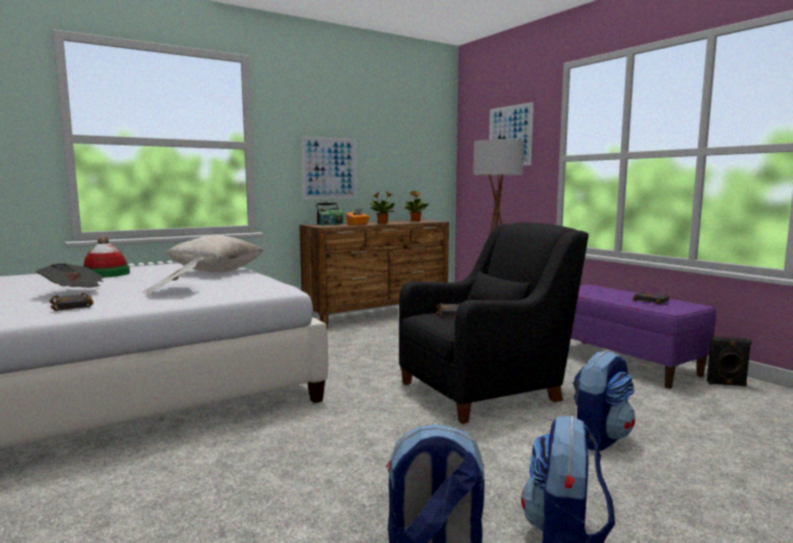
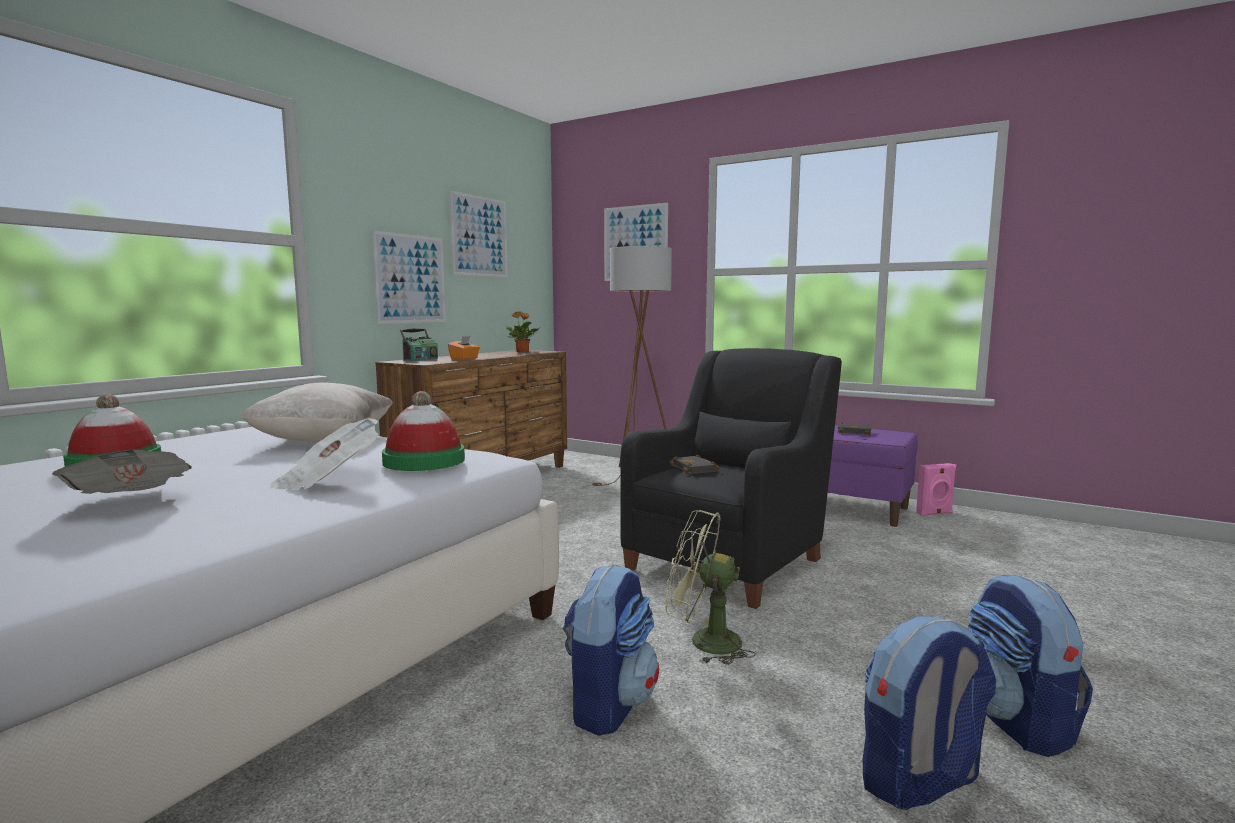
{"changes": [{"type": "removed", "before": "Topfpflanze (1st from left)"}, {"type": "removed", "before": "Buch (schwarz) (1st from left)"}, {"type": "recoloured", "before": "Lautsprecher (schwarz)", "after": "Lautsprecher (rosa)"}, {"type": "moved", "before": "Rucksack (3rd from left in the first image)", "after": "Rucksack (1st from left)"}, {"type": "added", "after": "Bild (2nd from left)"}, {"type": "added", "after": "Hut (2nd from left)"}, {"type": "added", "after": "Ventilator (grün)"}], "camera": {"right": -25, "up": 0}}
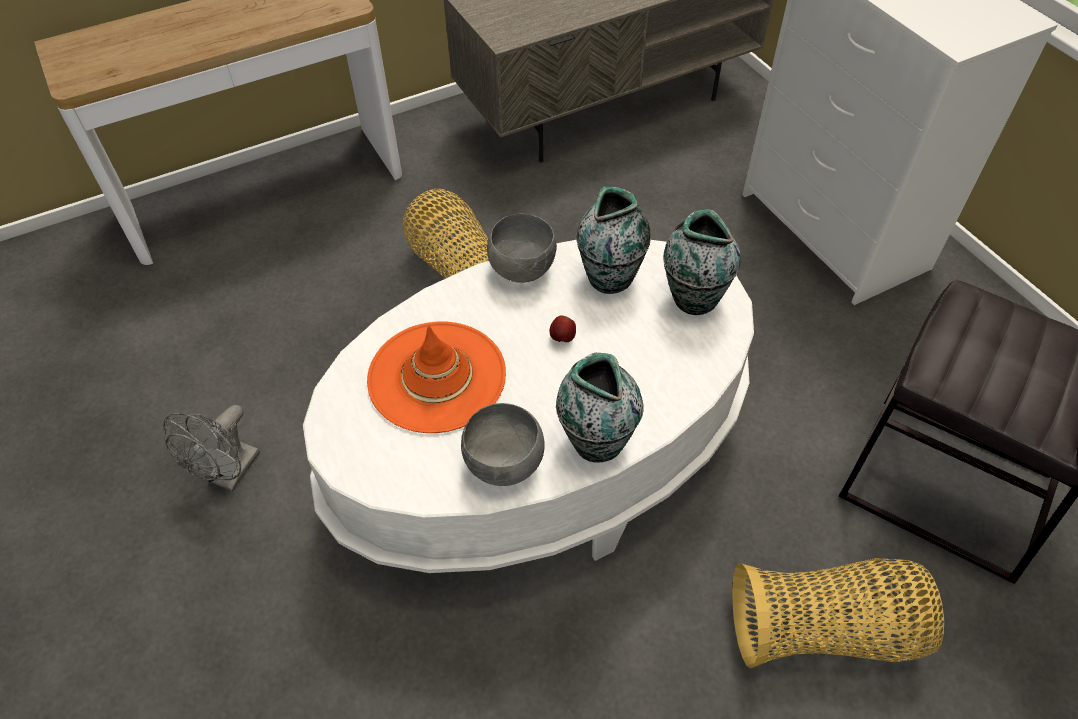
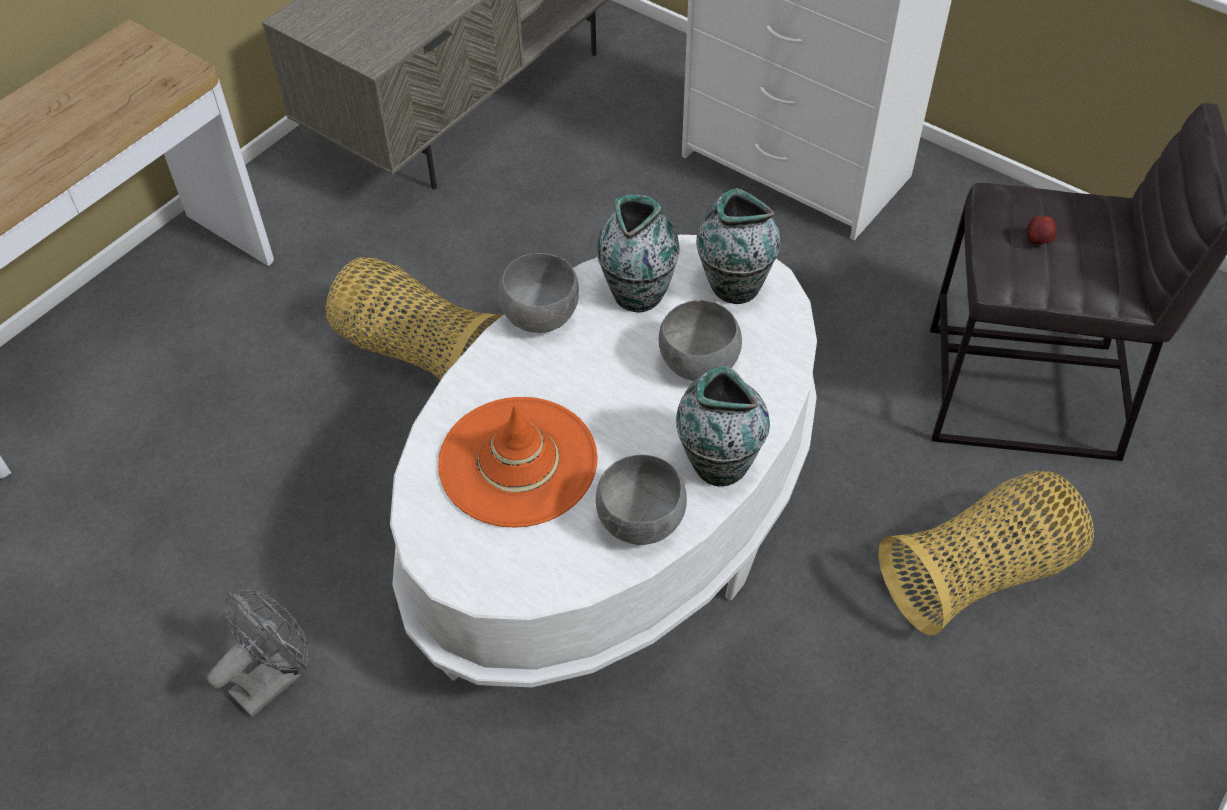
{"changes": [{"type": "moved", "before": "Apfel"}, {"type": "turned", "before": "Ventilator (grau)", "turn": -135}, {"type": "added", "after": "Schüssel (grau) (3rd from left)"}], "camera": {"right": -25, "up": 0}}
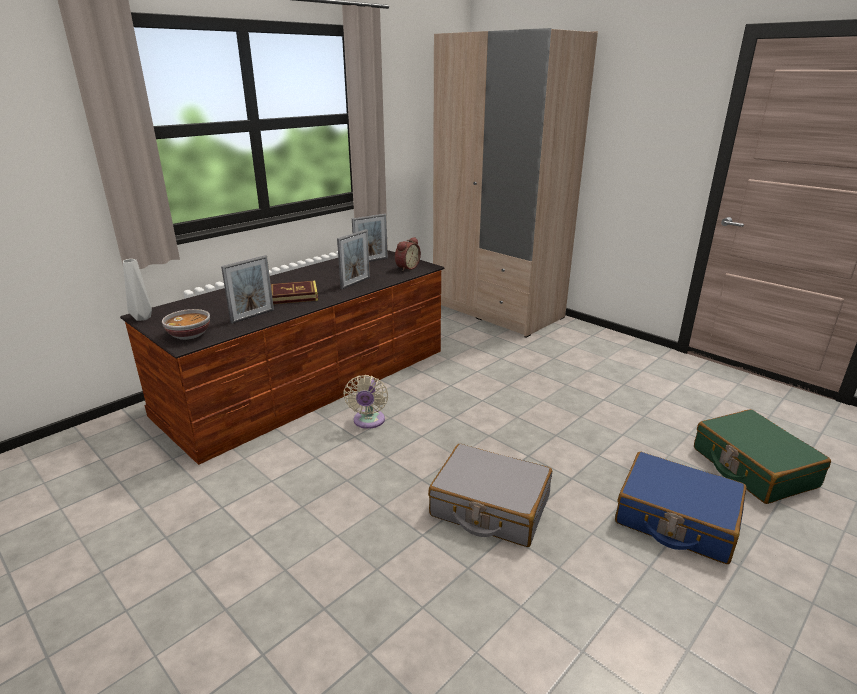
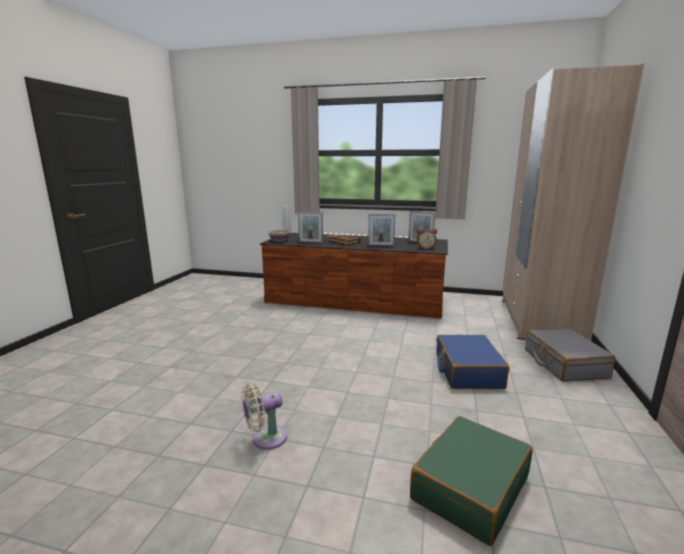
{"changes": [{"type": "moved", "before": "Ventilator (beige)"}, {"type": "moved", "before": "Koffer (grau)"}, {"type": "moved", "before": "Koffer (blau)"}], "camera": {"right": 60, "up": -10}}
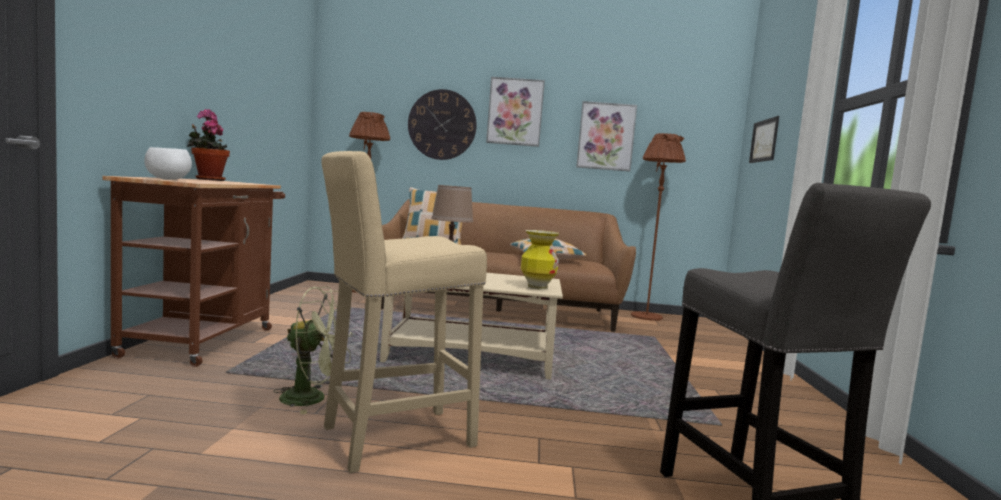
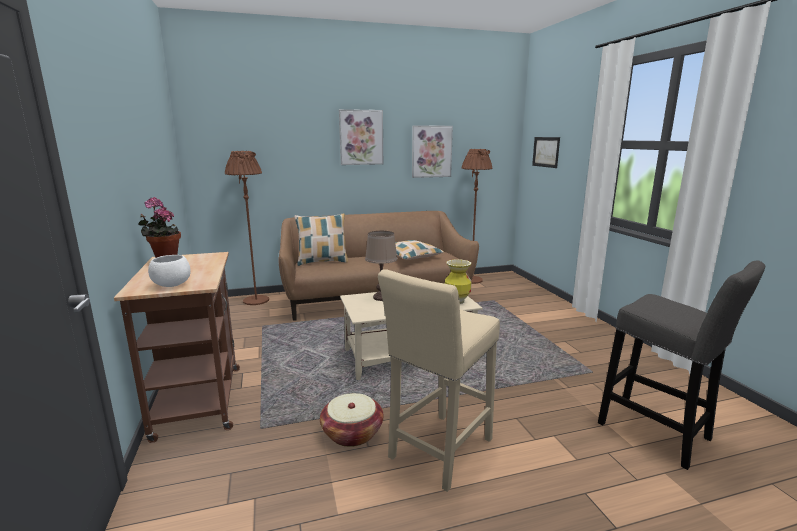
{"changes": [{"type": "removed", "before": "Wanduhr"}, {"type": "replaced", "before": "Ventilator (grün)", "after": "Korb"}], "camera": {"right": -20, "up": 10}}
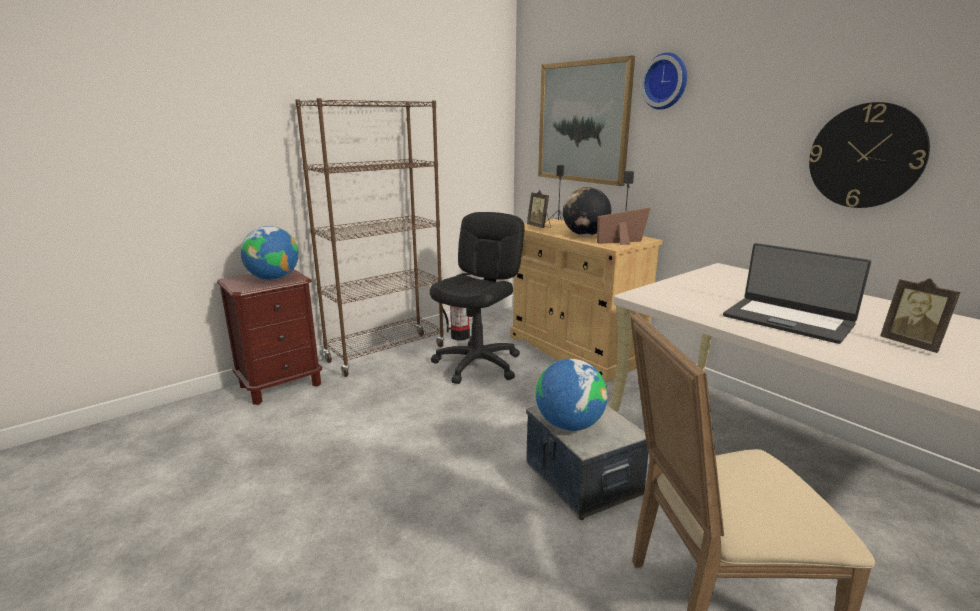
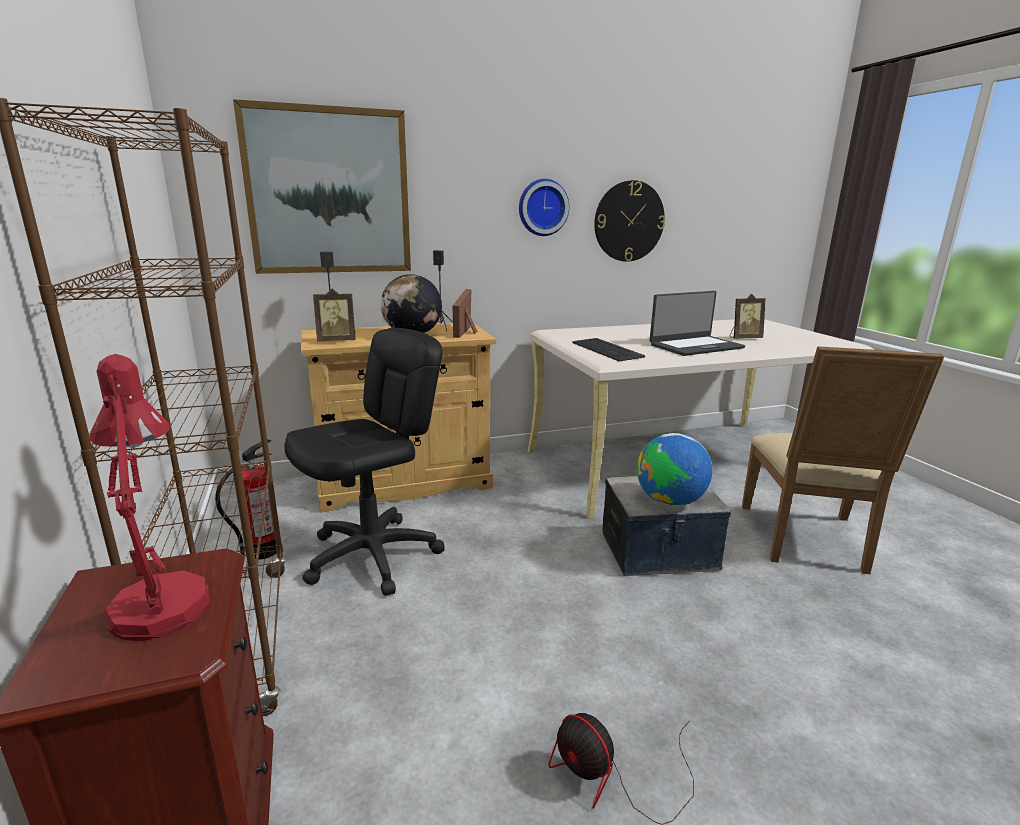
{"changes": [{"type": "moved", "before": "Wanduhr (1st from left)"}, {"type": "turned", "before": "Bürostuhl (schwarz)", "turn": 90}, {"type": "replaced", "before": "Globus (1st from left)", "after": "Tischlampe (rot)"}, {"type": "added", "after": "Tastatur"}, {"type": "added", "after": "Ventilator"}], "camera": {"right": -70, "up": 0}}
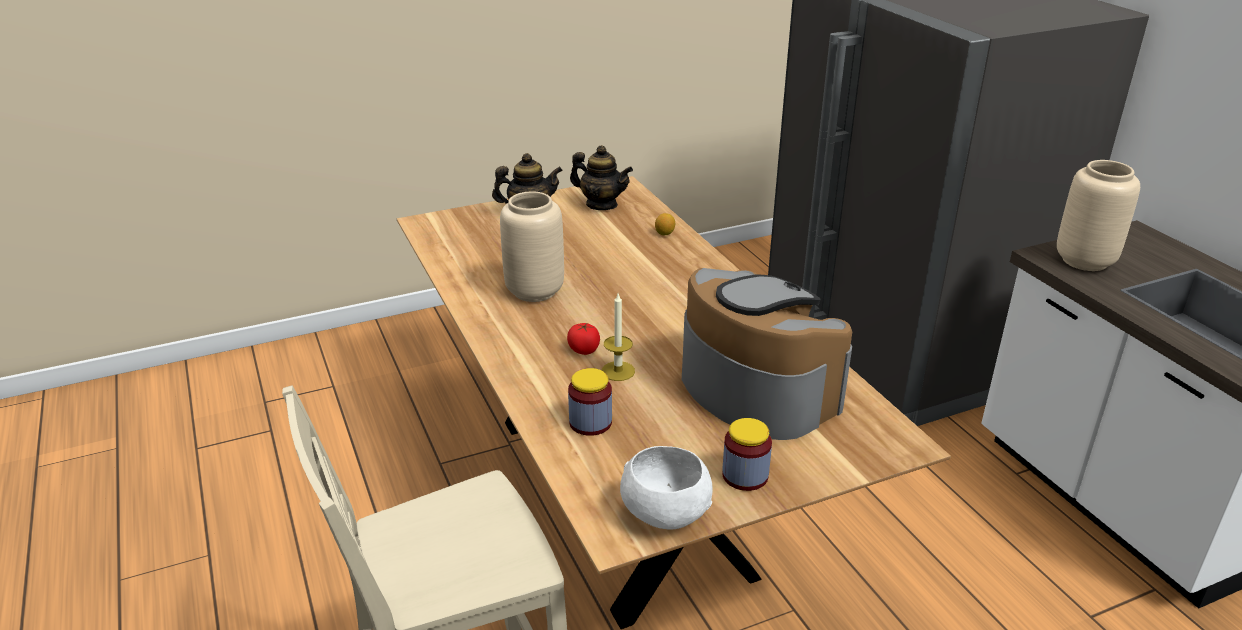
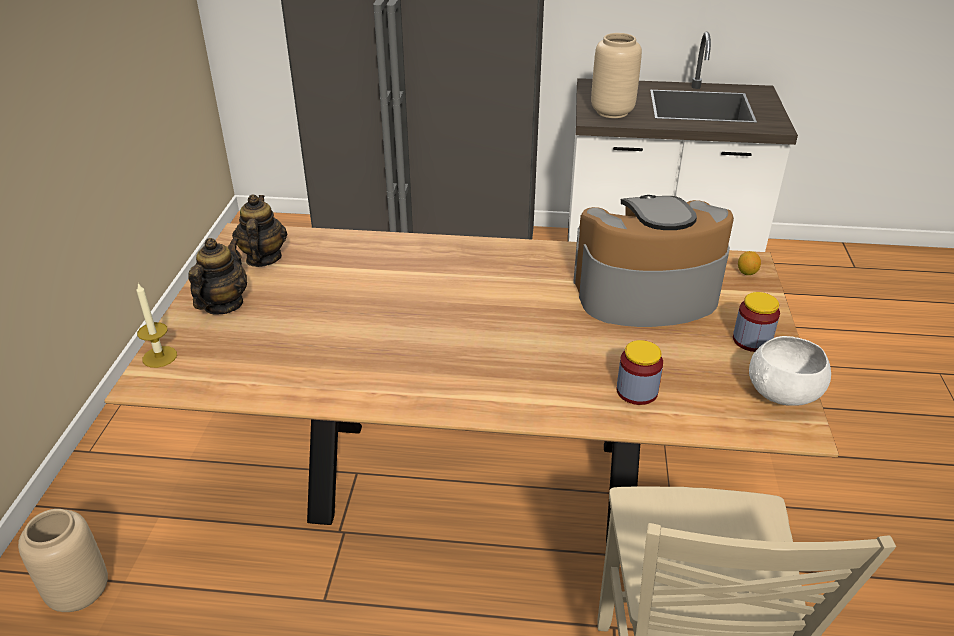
{"changes": [{"type": "turned", "before": "Teekanne (2nd from left)", "turn": -60}, {"type": "moved", "before": "Vase (beige) (1st from left)"}, {"type": "moved", "before": "Zitrone"}, {"type": "moved", "before": "Kerze"}, {"type": "removed", "before": "Tomate"}], "camera": {"right": -60, "up": 5}}
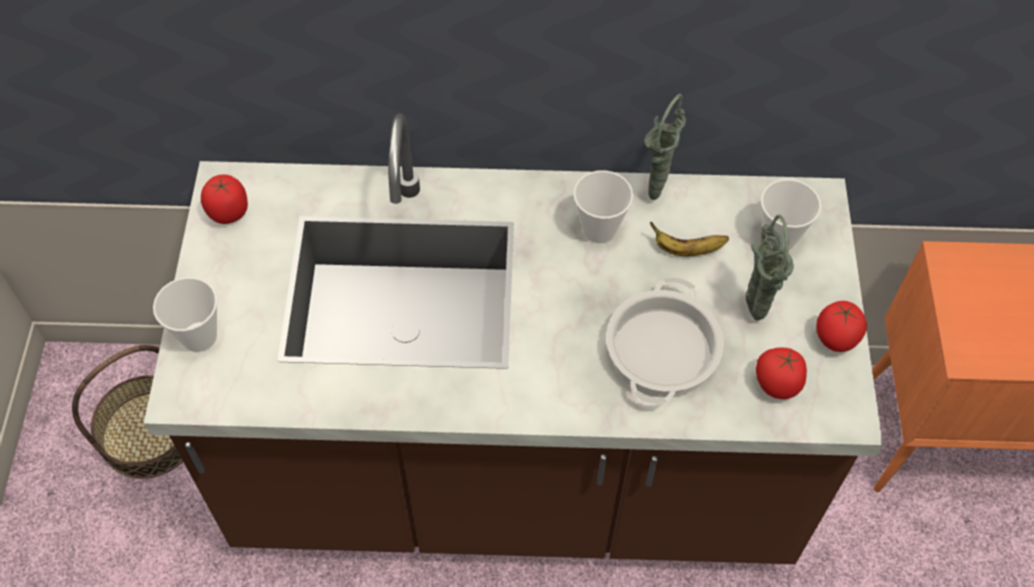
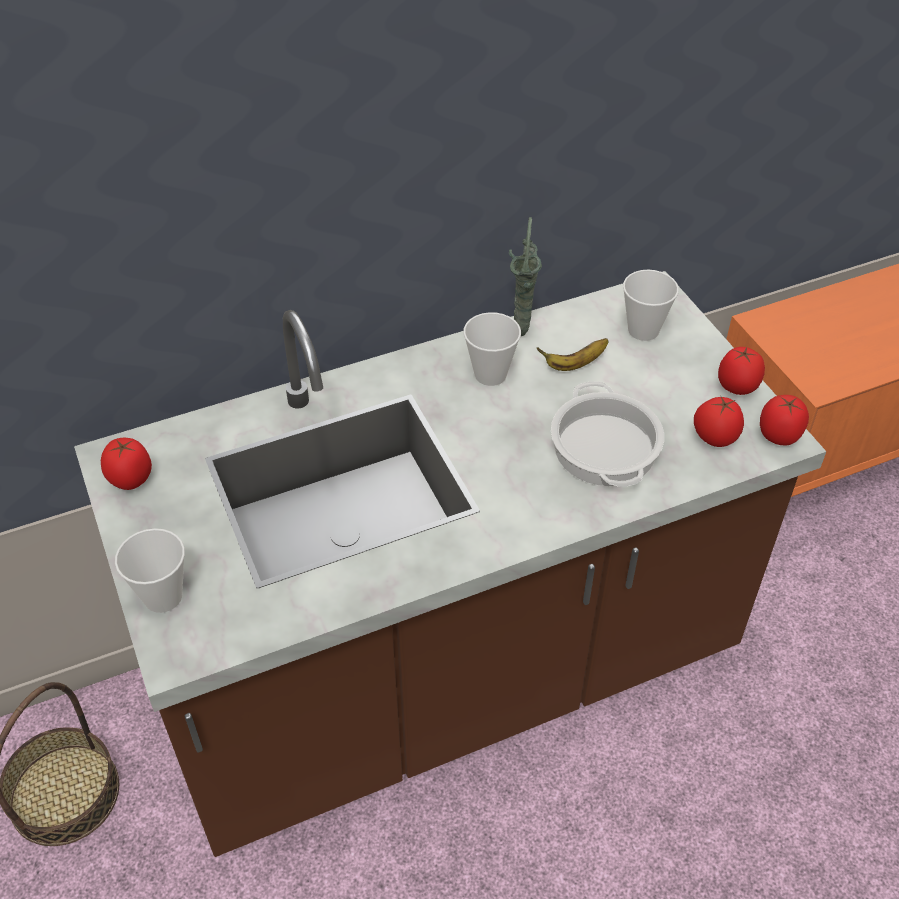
{"changes": [{"type": "removed", "before": "Vase (grün) (2nd from left)"}, {"type": "added", "after": "Tomate (4th from left)"}], "camera": {"right": -25, "up": -10}}
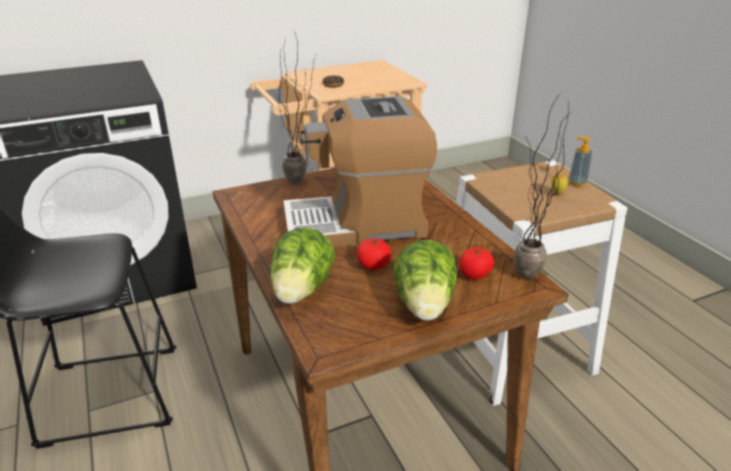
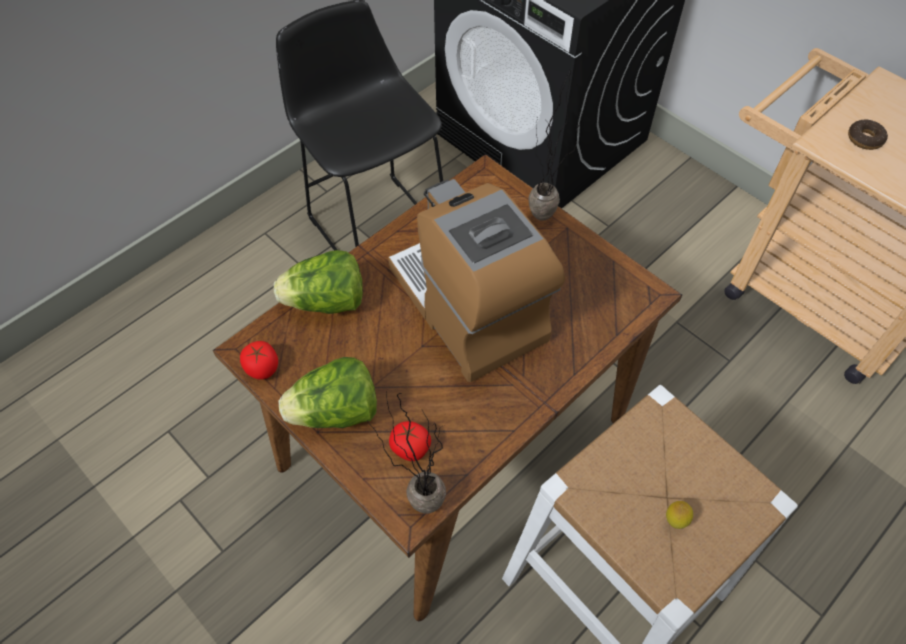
{"changes": [{"type": "removed", "before": "Seifenspender"}, {"type": "moved", "before": "Tomate (1st from left)"}], "camera": {"right": 70, "up": 25}}
